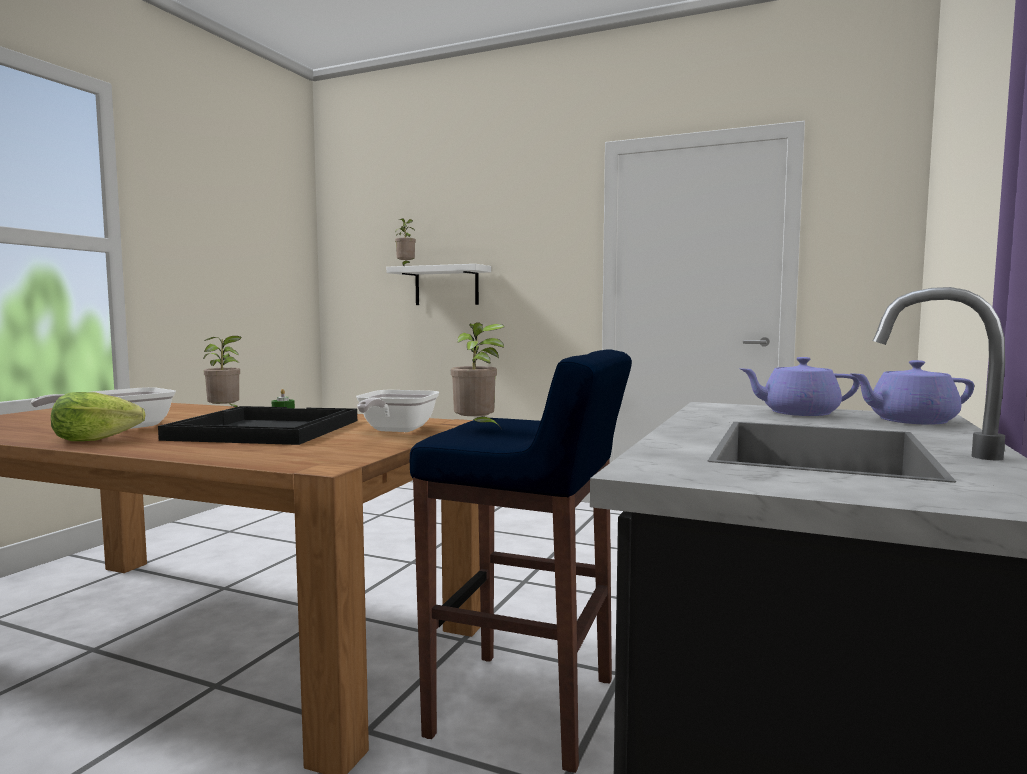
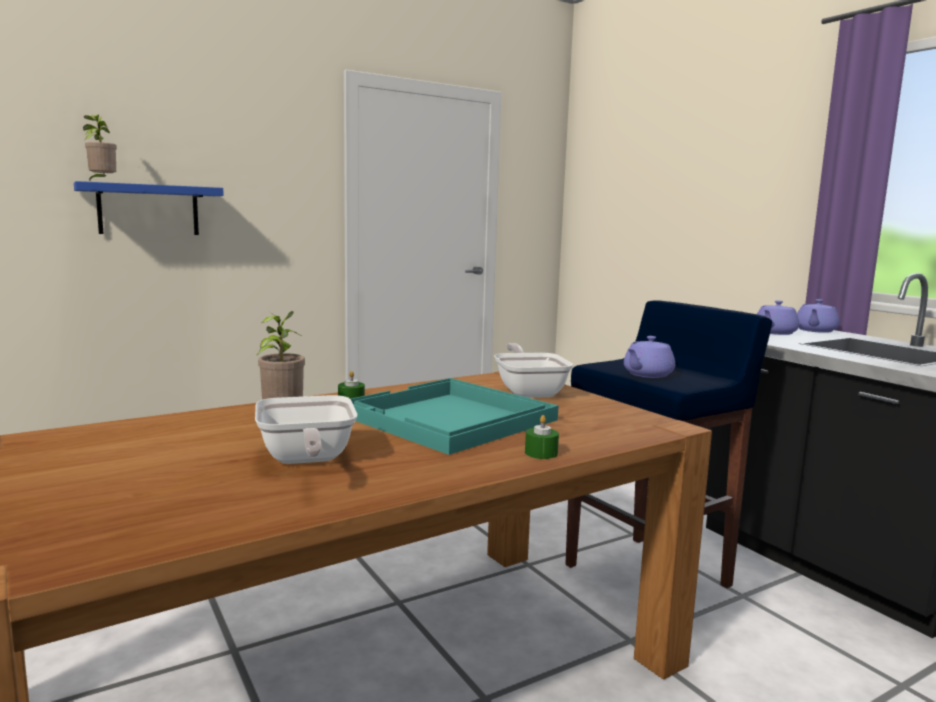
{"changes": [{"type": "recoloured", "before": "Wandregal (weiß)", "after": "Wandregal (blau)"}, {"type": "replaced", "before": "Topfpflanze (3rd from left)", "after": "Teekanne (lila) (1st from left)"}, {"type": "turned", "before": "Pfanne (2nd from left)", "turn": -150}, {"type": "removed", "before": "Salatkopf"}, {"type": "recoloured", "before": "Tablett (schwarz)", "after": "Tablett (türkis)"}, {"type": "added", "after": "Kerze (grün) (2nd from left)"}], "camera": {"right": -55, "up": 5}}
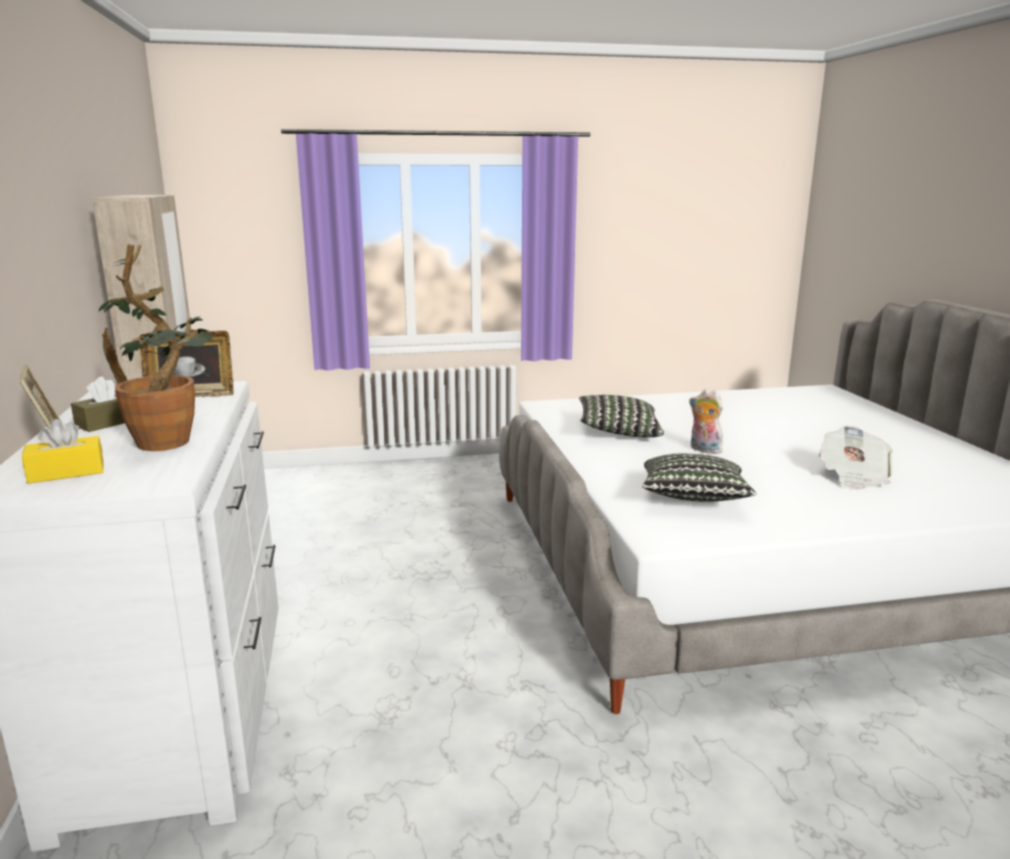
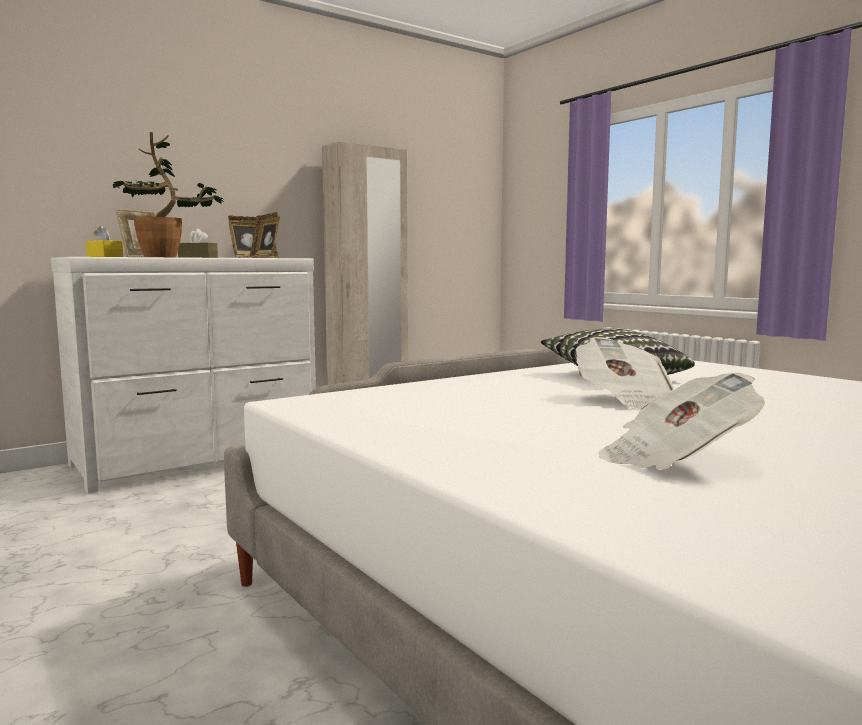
{"changes": [{"type": "replaced", "before": "Plüschtier", "after": "Zeitung (1st from left)"}, {"type": "removed", "before": "Kissen (2nd from left)"}], "camera": {"right": 65, "up": -10}}
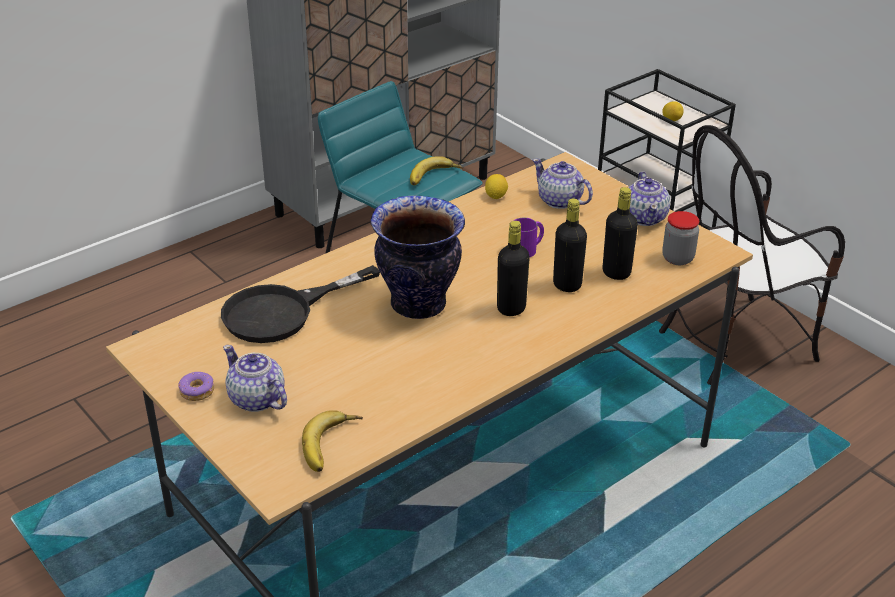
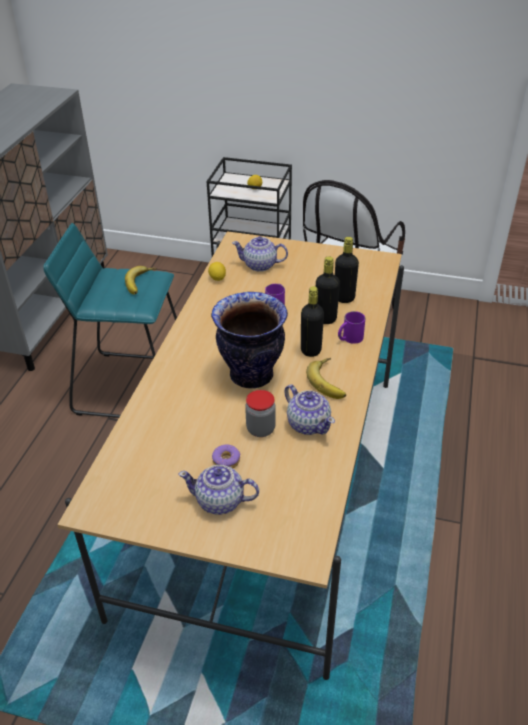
{"changes": [{"type": "moved", "before": "Teekanne (3rd from left)"}, {"type": "moved", "before": "Vorratsglas"}, {"type": "removed", "before": "Pfanne (schwarz)"}, {"type": "moved", "before": "Donut"}, {"type": "moved", "before": "Banane (1st from left in the first image)", "after": "Banane (2nd from left)"}, {"type": "added", "after": "Henkelbecher (lila) (2nd from left)"}], "camera": {"right": -35, "up": 5}}
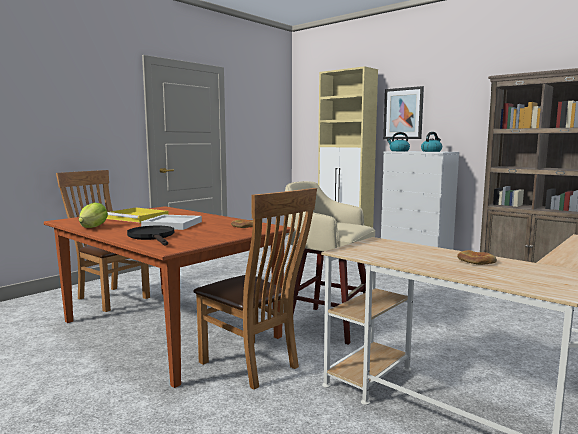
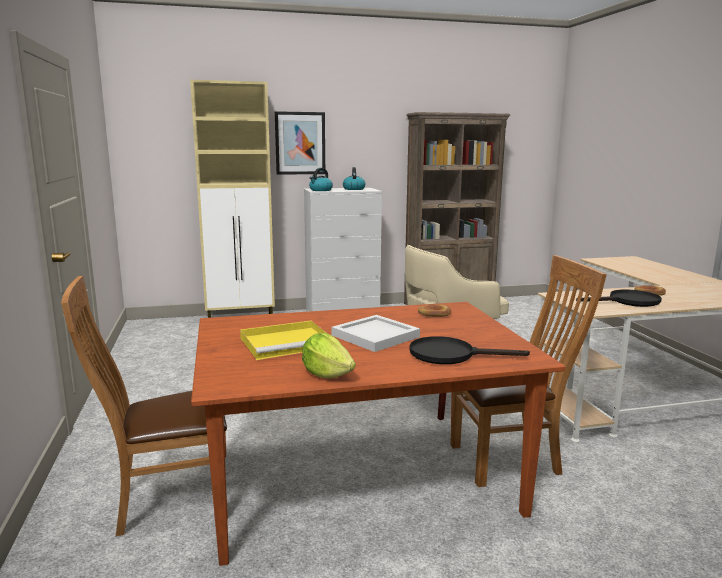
{"changes": [{"type": "added", "after": "Pfanne (schwarz) (2nd from left)"}], "camera": {"right": -55, "up": 5}}
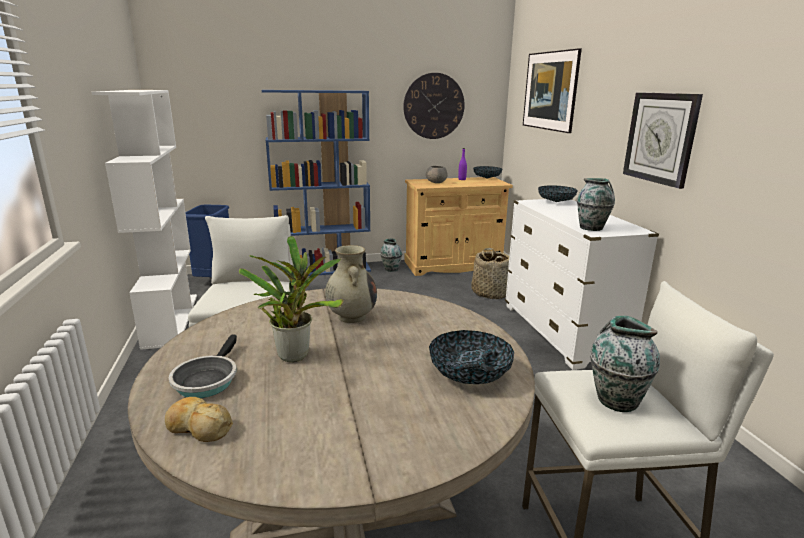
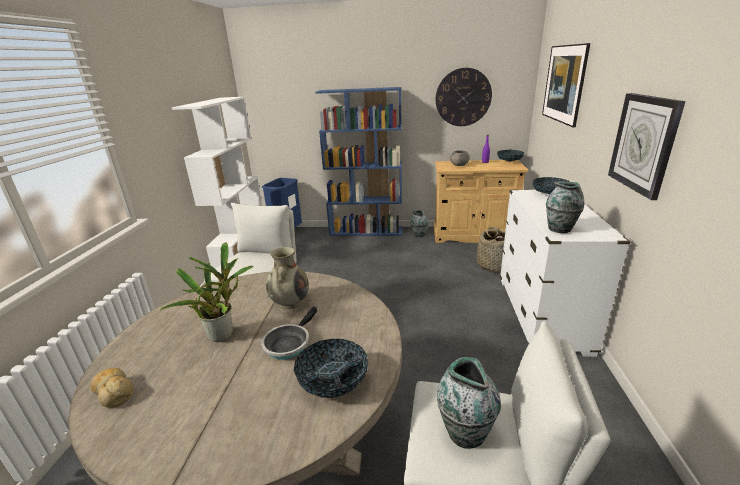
{"changes": [{"type": "moved", "before": "Pfanne"}], "camera": {"right": 20, "up": 5}}
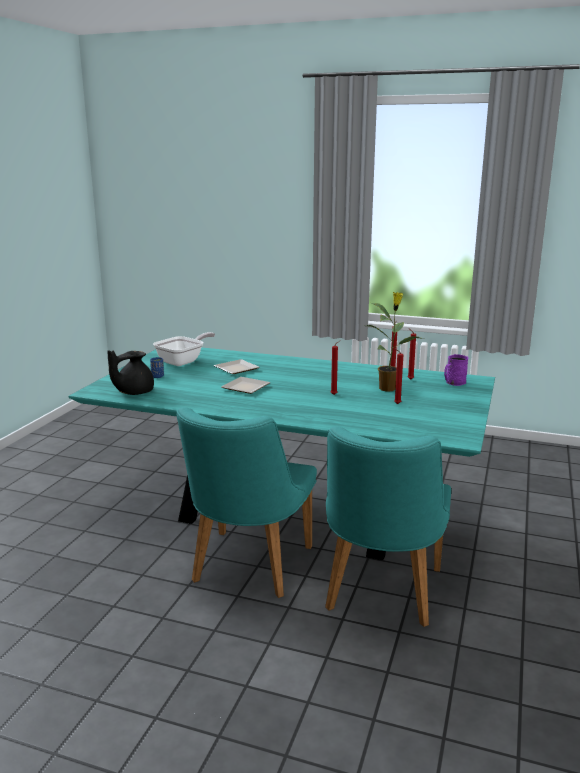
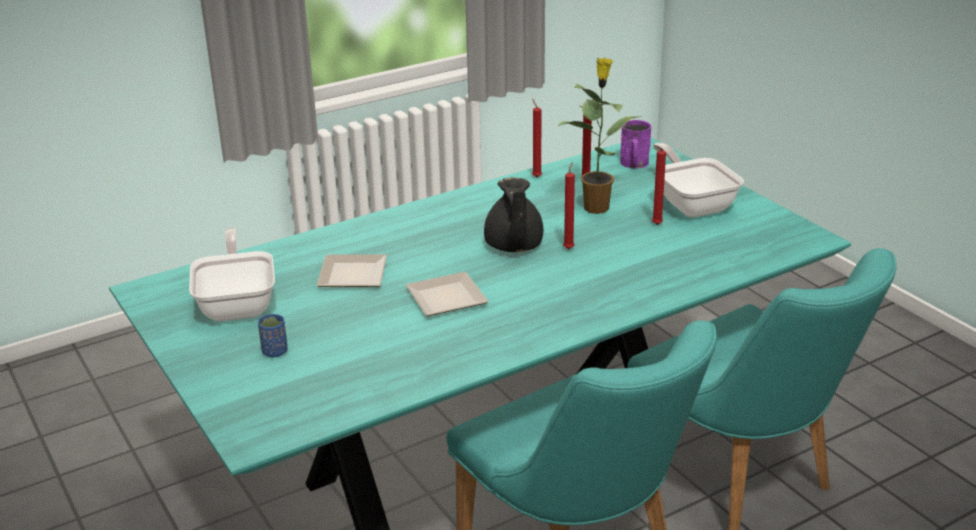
{"changes": [{"type": "moved", "before": "Teekanne (schwarz)"}, {"type": "added", "after": "Pfanne (2nd from left)"}], "camera": {"right": -50, "up": 10}}
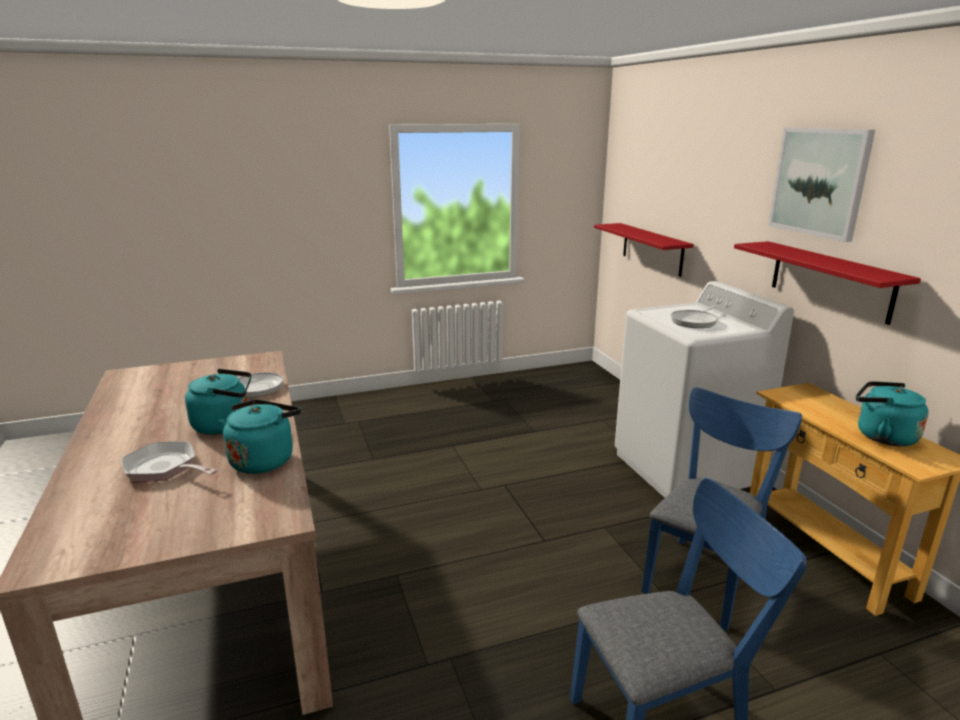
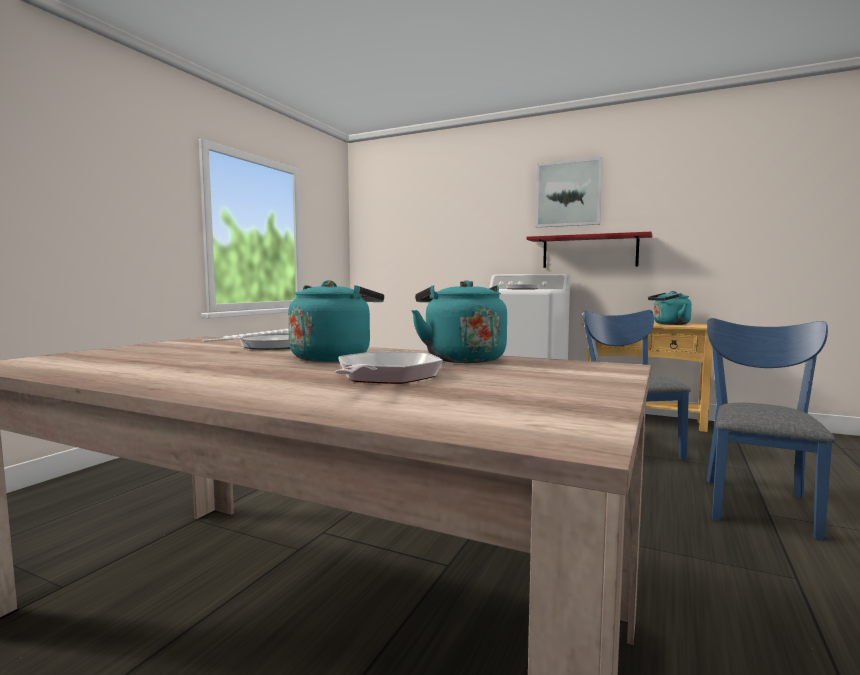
{"changes": [{"type": "removed", "before": "Wandregal (rot) (1st from left)"}, {"type": "turned", "before": "Pfanne (1st from left in the first image)", "turn": 120}], "camera": {"right": -45, "up": -15}}
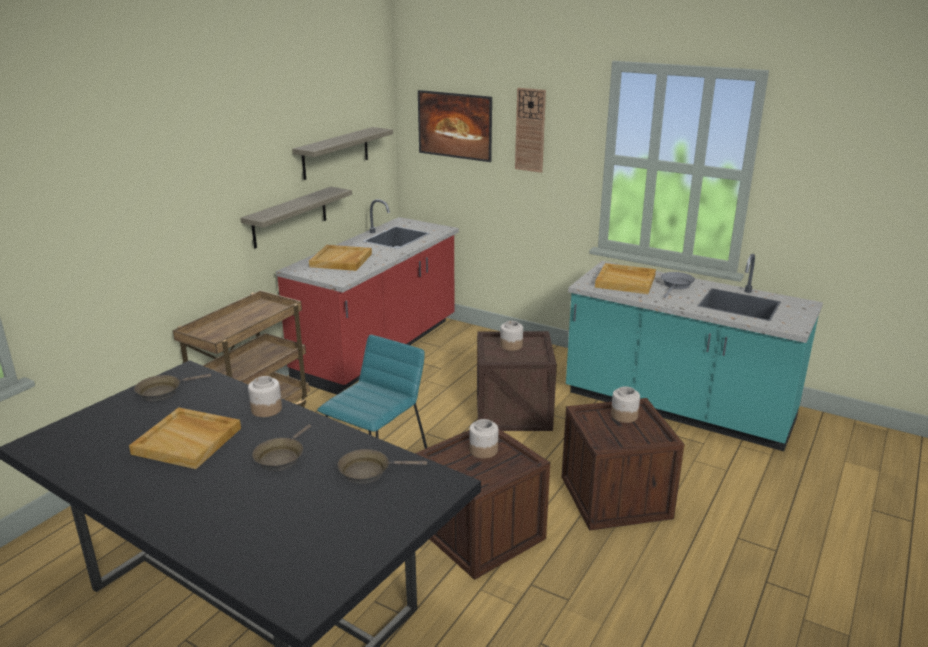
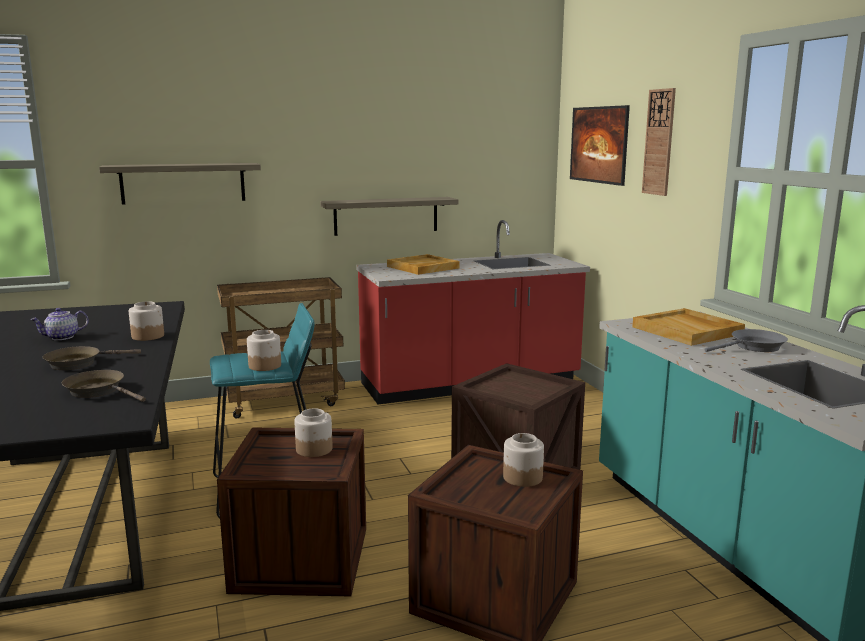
{"changes": [{"type": "moved", "before": "Wandregal (2nd from left in the first image)", "after": "Wandregal (1st from left)"}, {"type": "moved", "before": "Vorratsglas (3rd from left in the first image)", "after": "Vorratsglas (2nd from left)"}, {"type": "removed", "before": "Pfanne (braun) (1st from left)"}, {"type": "replaced", "before": "Tablett (beige) (1st from left)", "after": "Teekanne"}], "camera": {"right": 40, "up": -10}}
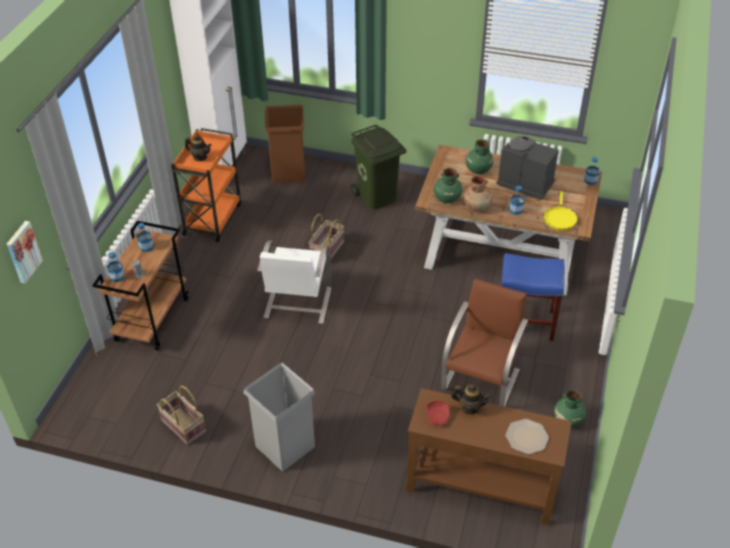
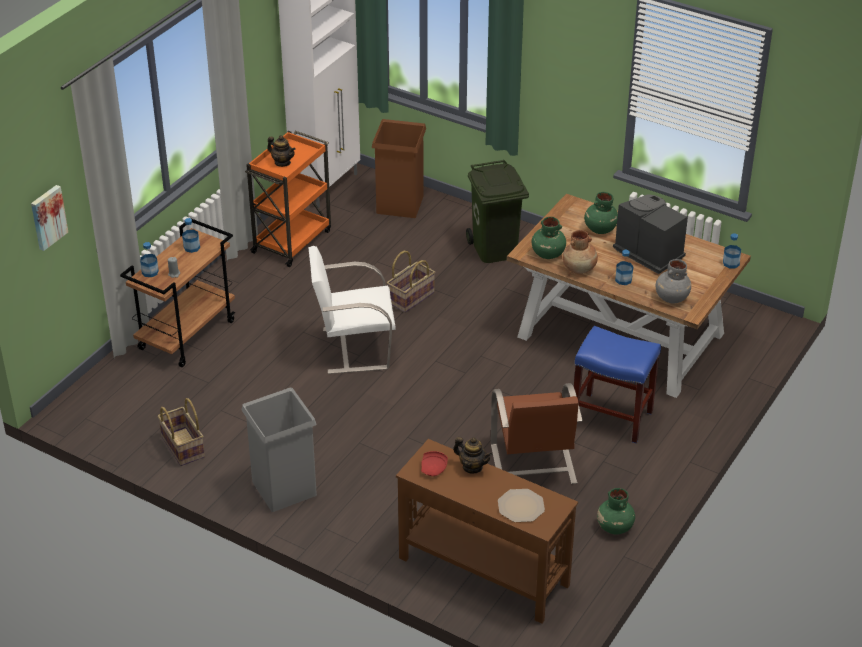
{"changes": [{"type": "replaced", "before": "Pfanne (gelb)", "after": "Vase (grau)"}, {"type": "turned", "before": "Stuhl (weiß)", "turn": 60}, {"type": "turned", "before": "Stuhl (braun)", "turn": 135}], "camera": {"right": 15, "up": -5}}
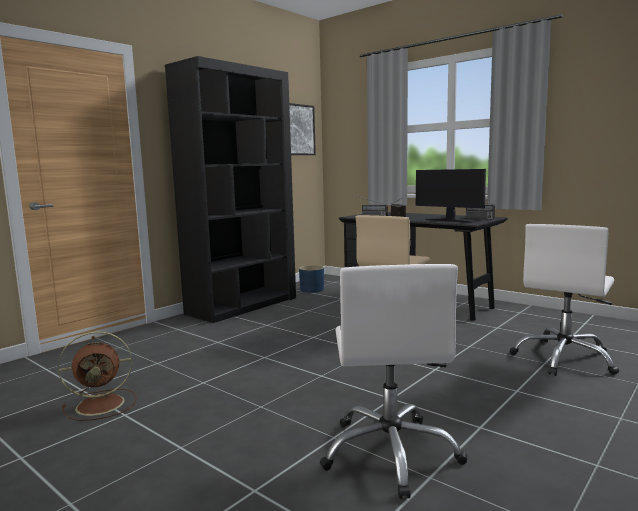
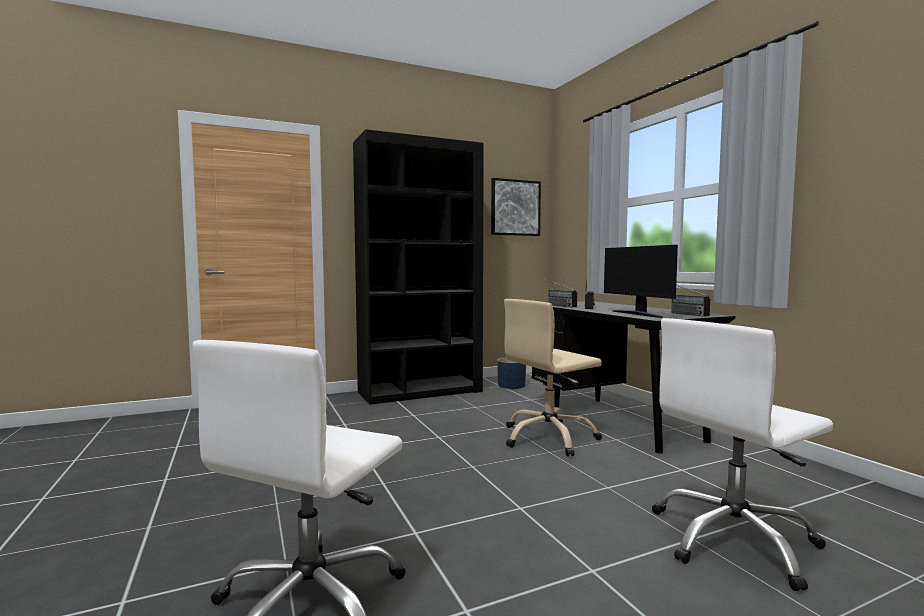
{"changes": [{"type": "removed", "before": "Ventilator (braun)"}], "camera": {"right": 25, "up": -5}}
